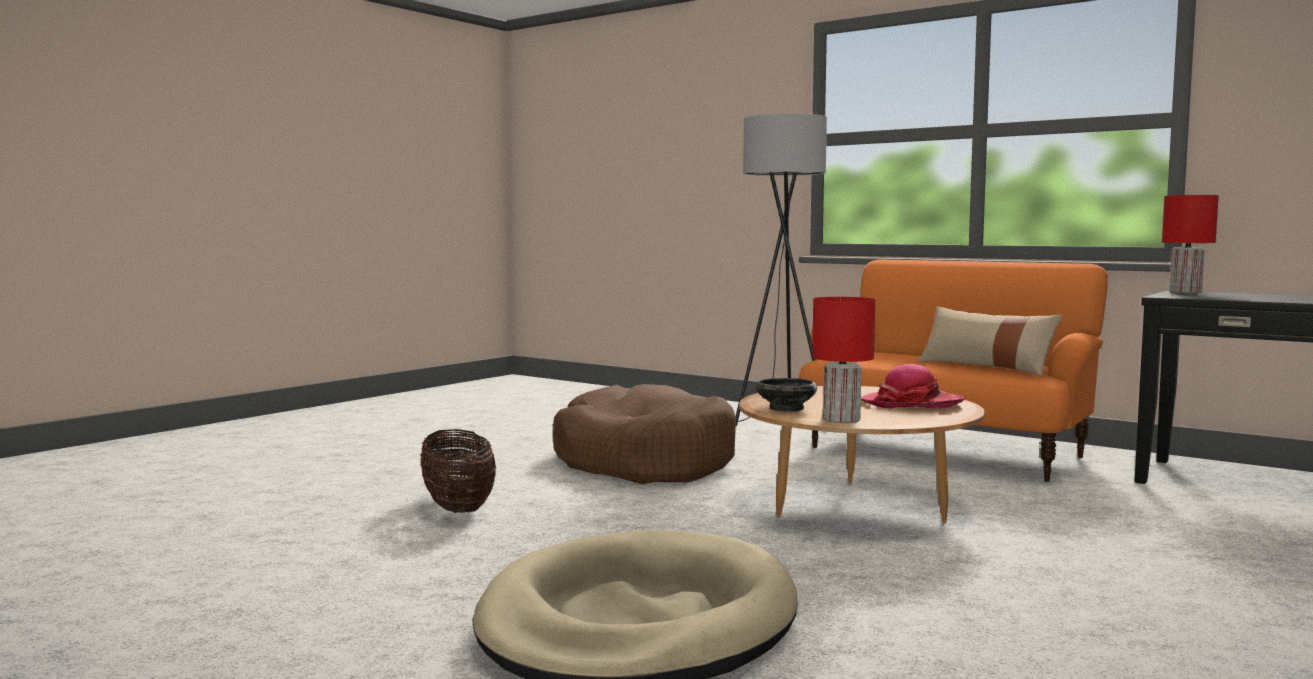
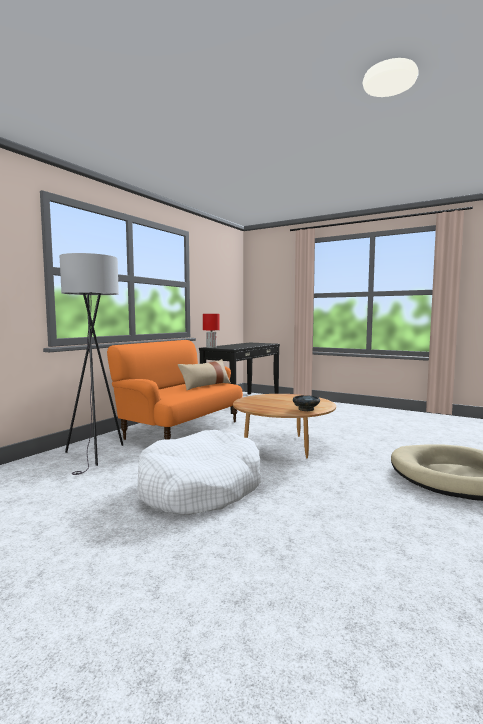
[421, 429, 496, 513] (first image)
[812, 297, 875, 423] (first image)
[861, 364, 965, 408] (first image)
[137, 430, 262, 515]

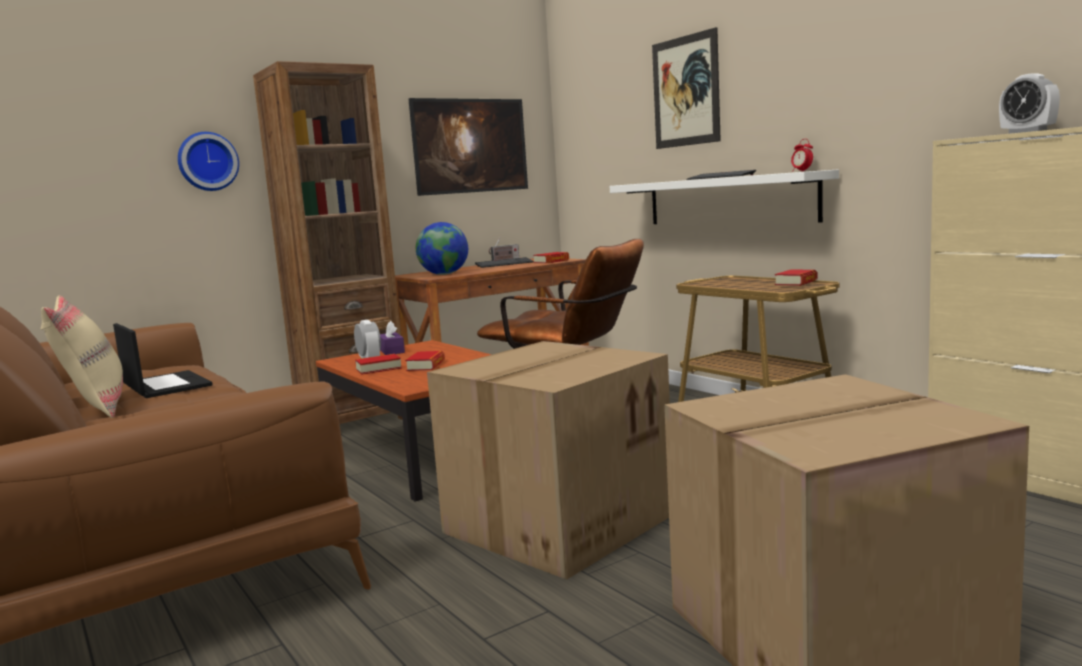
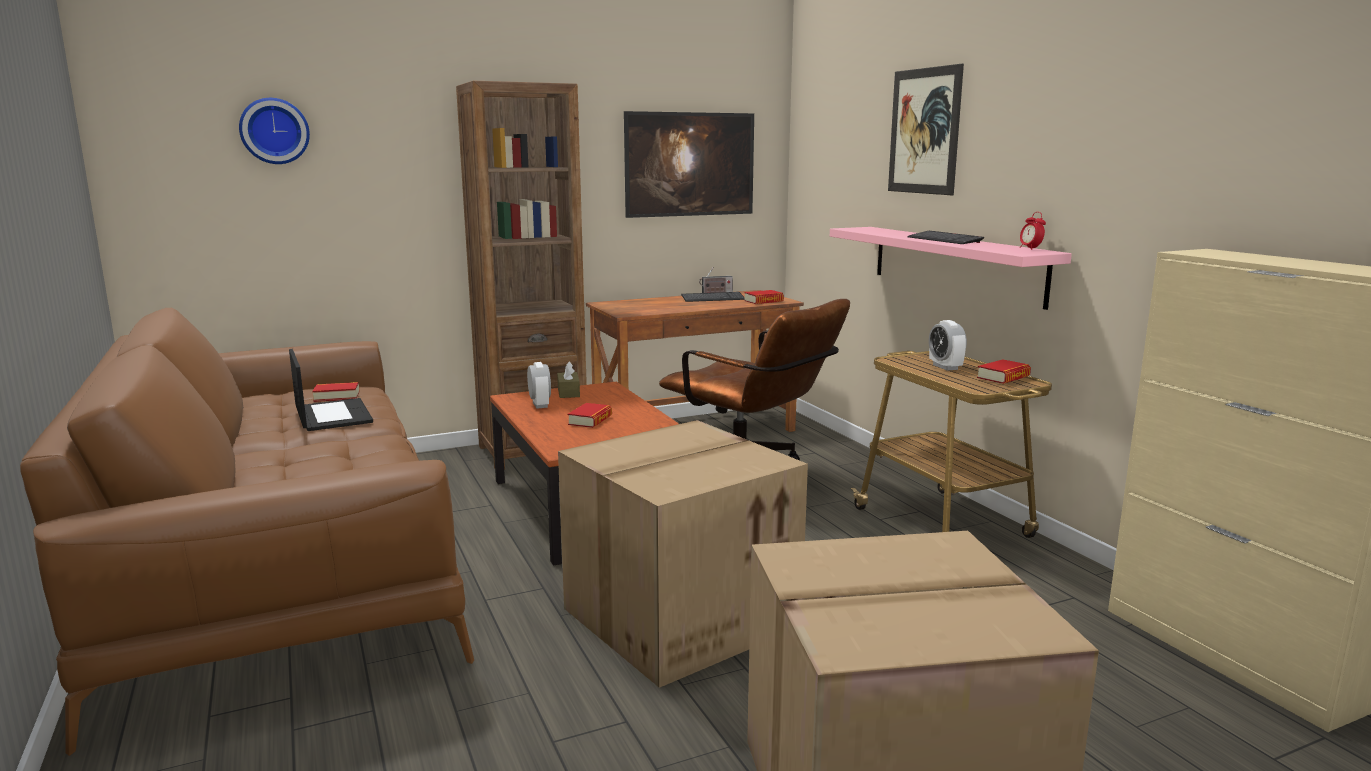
[40, 295, 123, 418] (first image)
[416, 222, 468, 275] (first image)
[239, 98, 310, 164]
[312, 382, 359, 402]
[929, 320, 967, 371]
[557, 361, 580, 398]
[830, 227, 1072, 310]

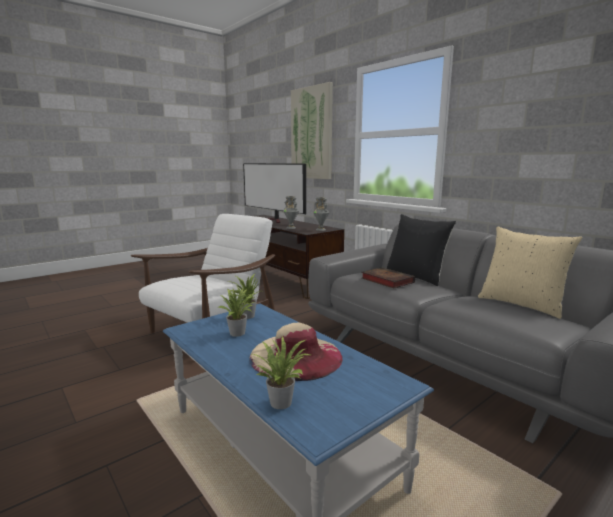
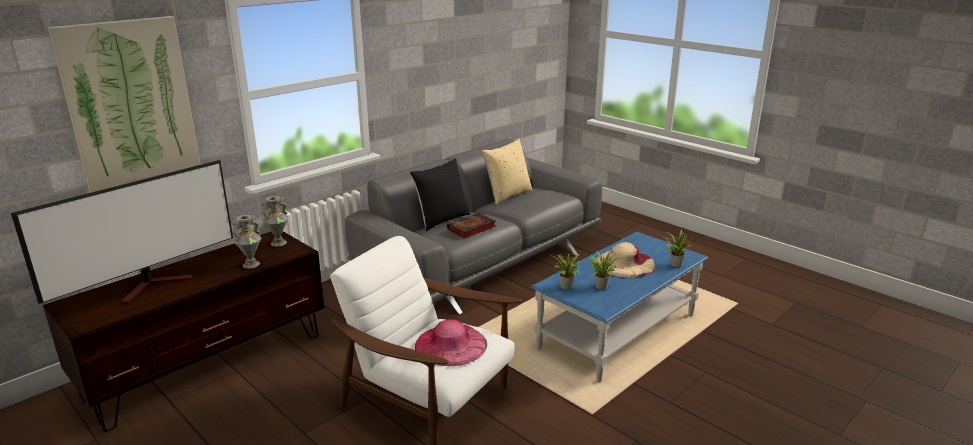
[415, 319, 487, 366]

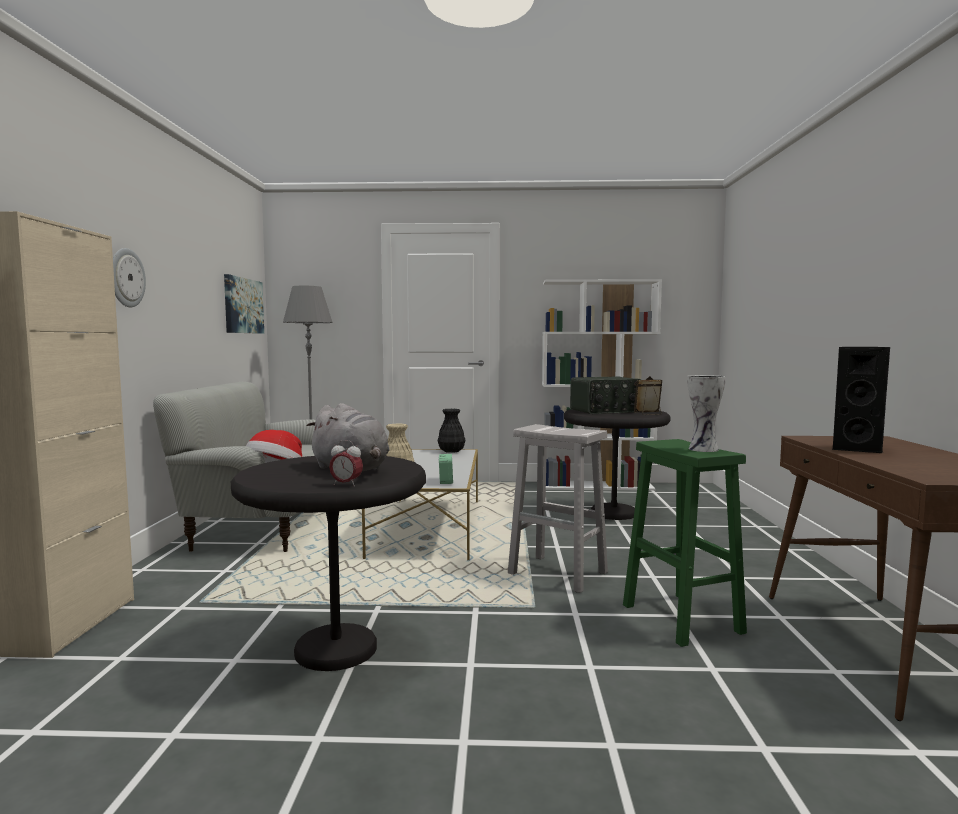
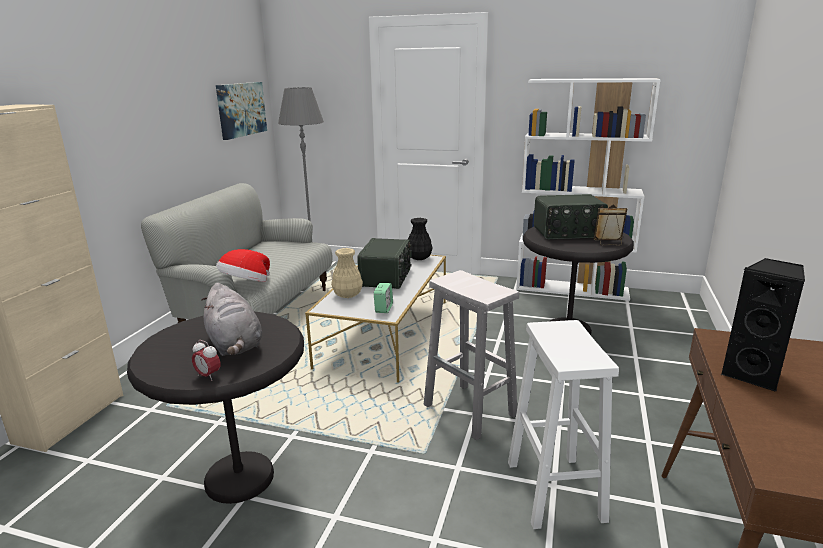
[113, 248, 146, 307] (first image)
[687, 375, 726, 452] (first image)
[357, 238, 412, 289]
[508, 320, 619, 529]

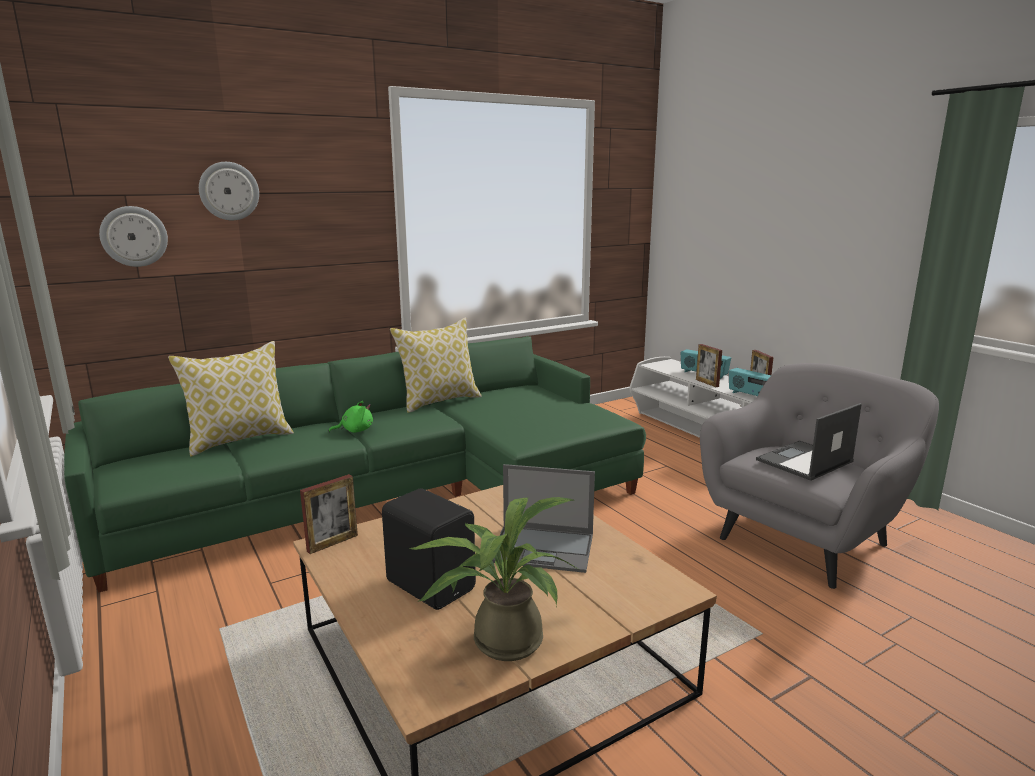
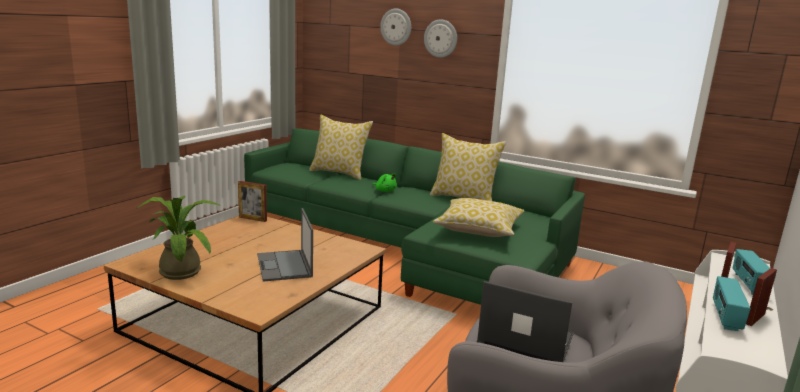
[382, 488, 476, 610] (first image)
[433, 198, 524, 237]
[424, 19, 457, 58]

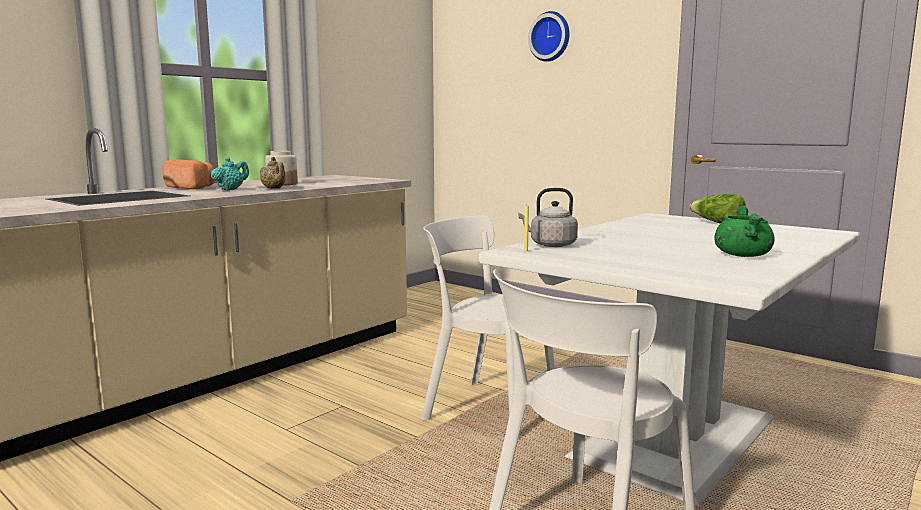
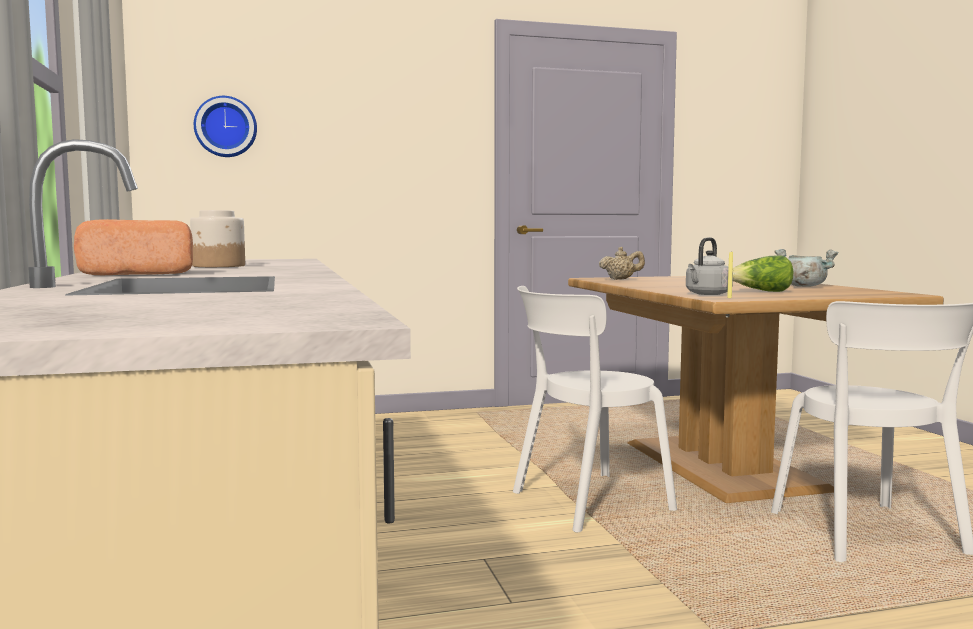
[211, 157, 249, 190] (first image)
[599, 247, 645, 280]
[194, 96, 257, 157]
[733, 256, 793, 292]
[568, 276, 944, 503]
[774, 249, 838, 287]

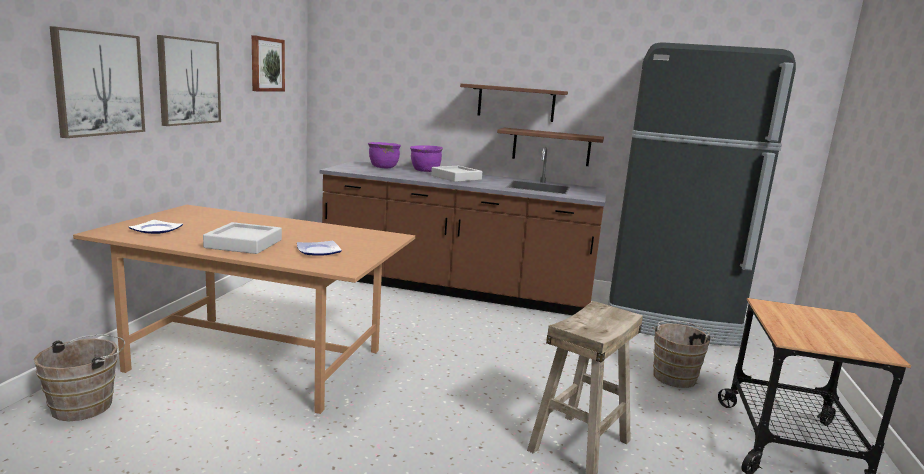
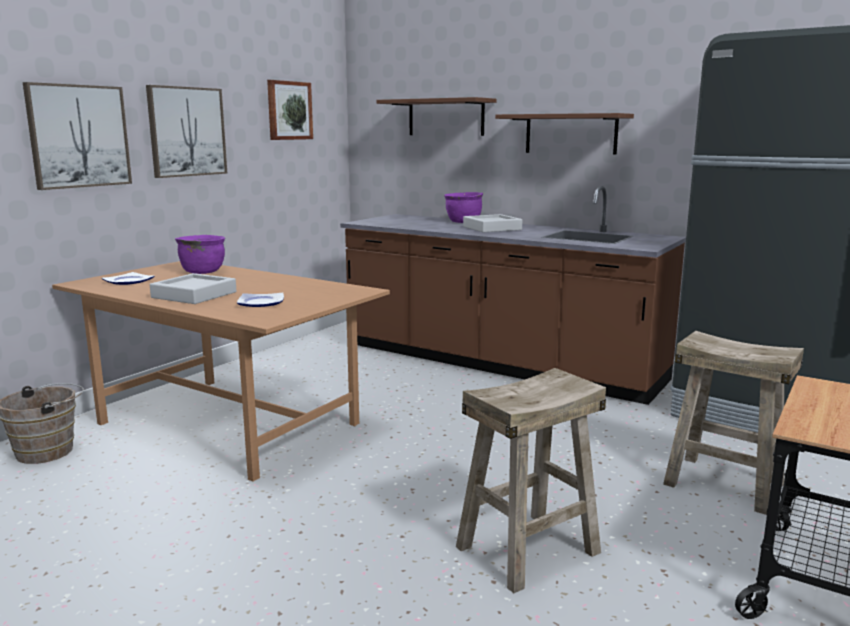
[175, 235, 225, 274]
[376, 97, 497, 136]
[663, 331, 804, 515]

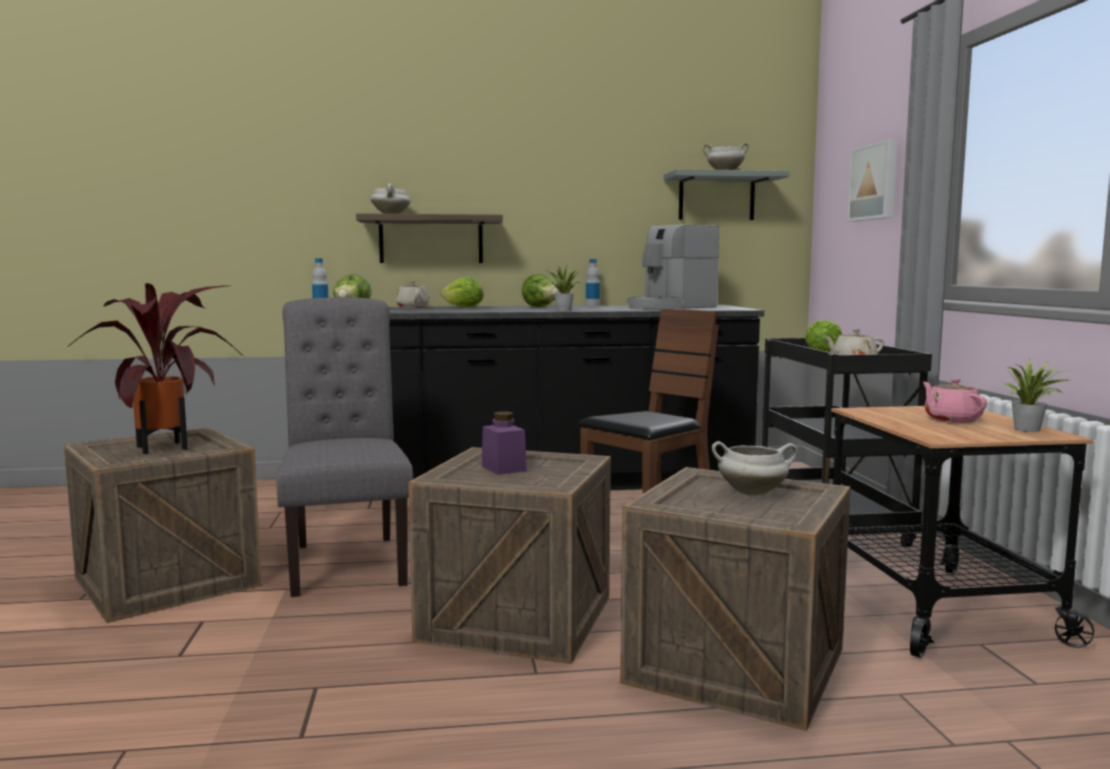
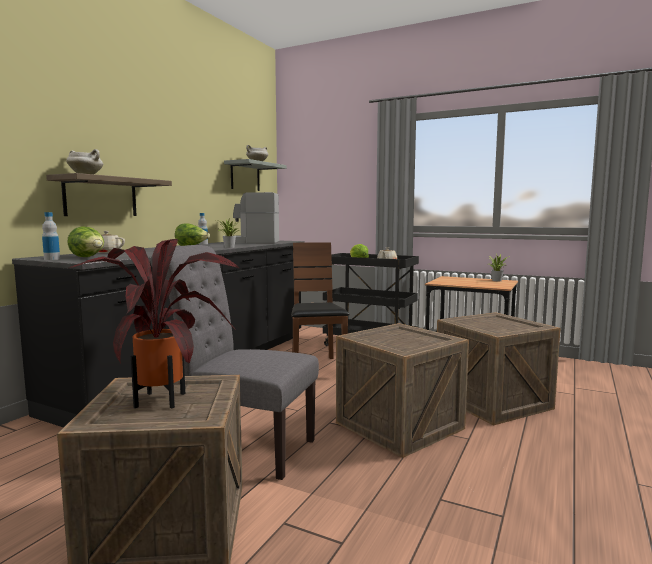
[441, 277, 484, 308] (first image)
[482, 411, 527, 475] (first image)
[712, 441, 797, 496] (first image)
[848, 139, 897, 221] (first image)
[923, 379, 987, 423] (first image)
[233, 192, 279, 243]

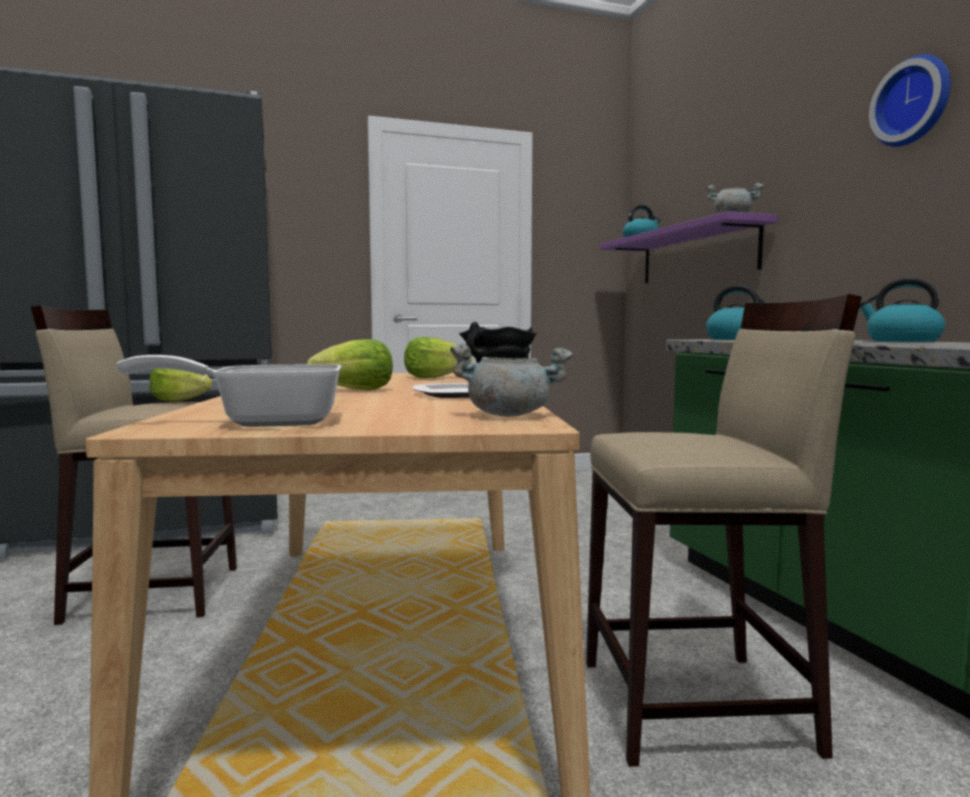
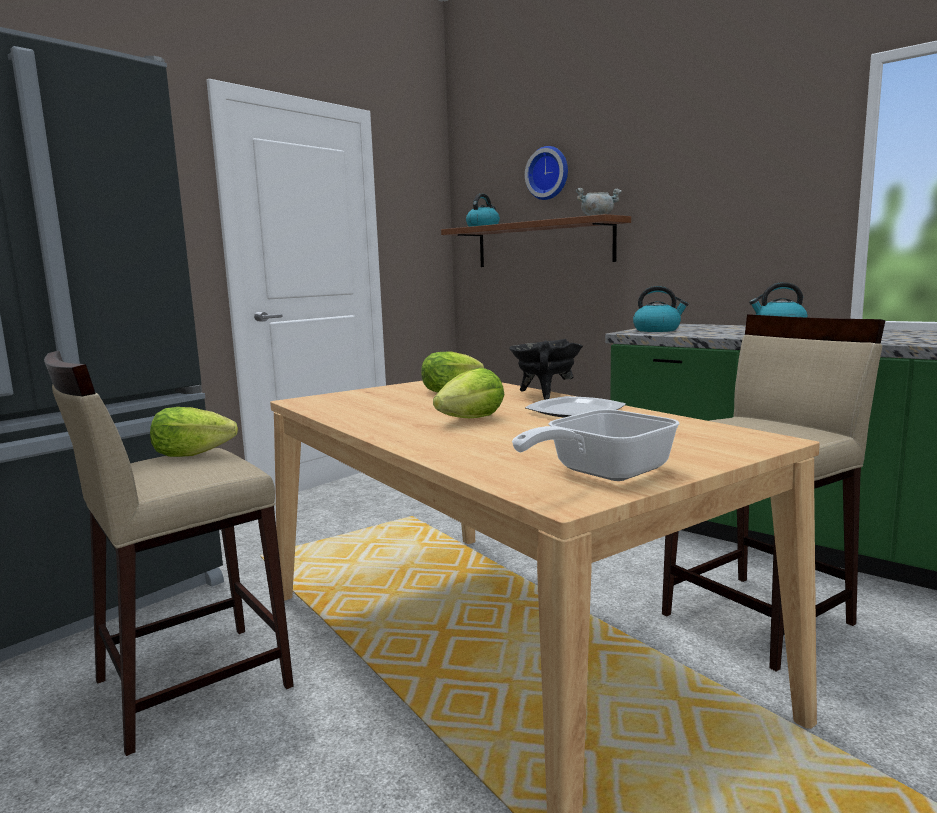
[450, 344, 573, 417] (first image)
[525, 146, 568, 200]
[441, 214, 631, 267]

